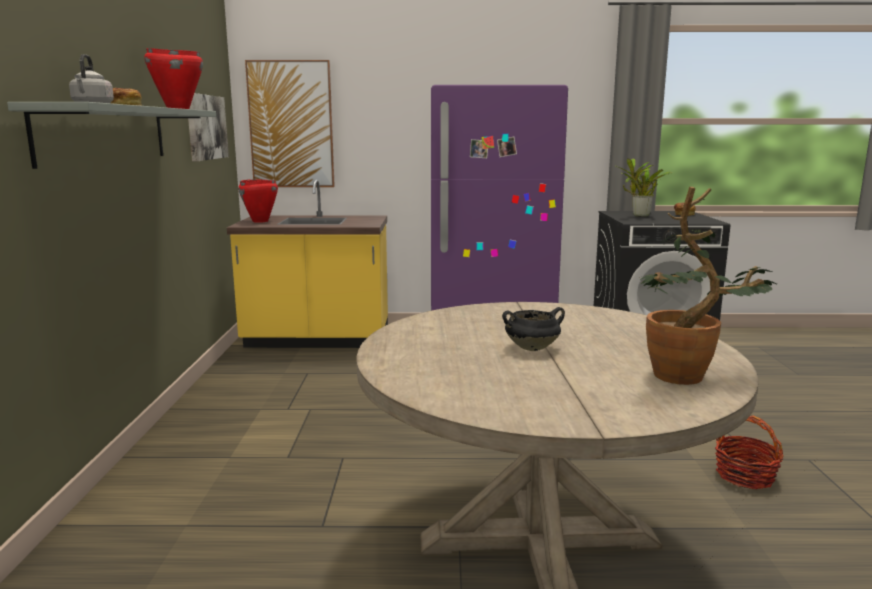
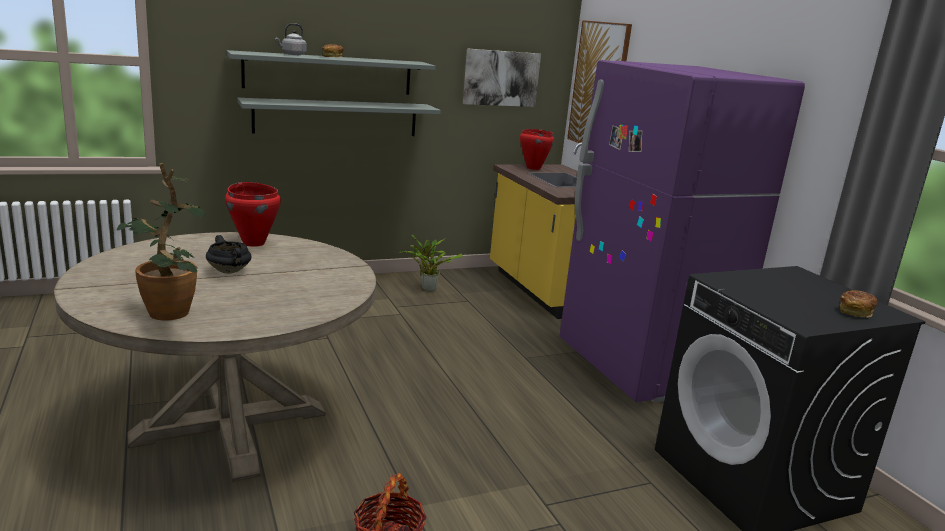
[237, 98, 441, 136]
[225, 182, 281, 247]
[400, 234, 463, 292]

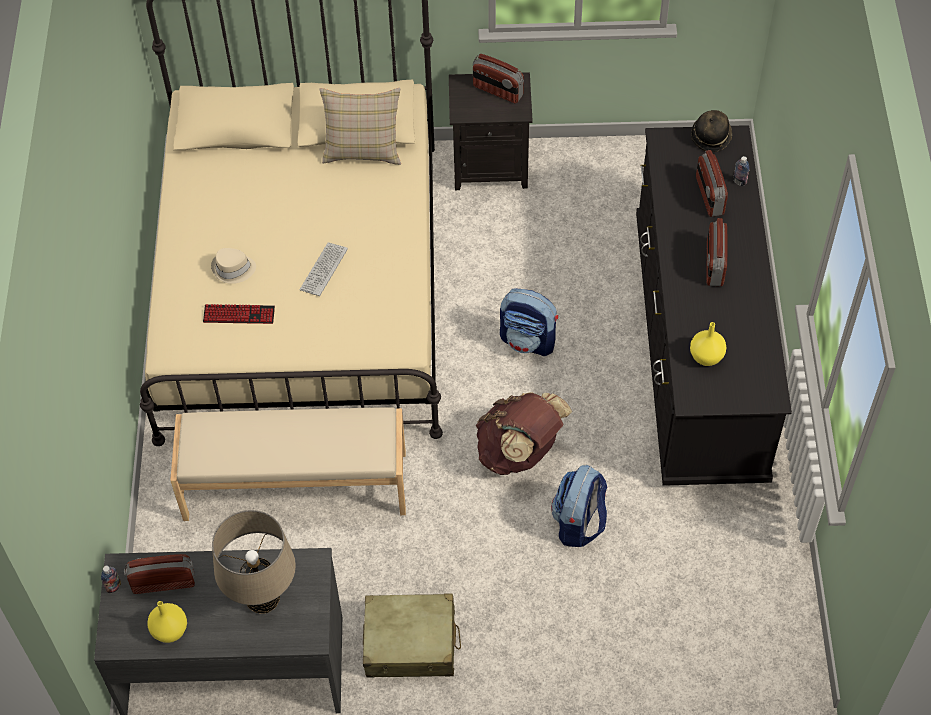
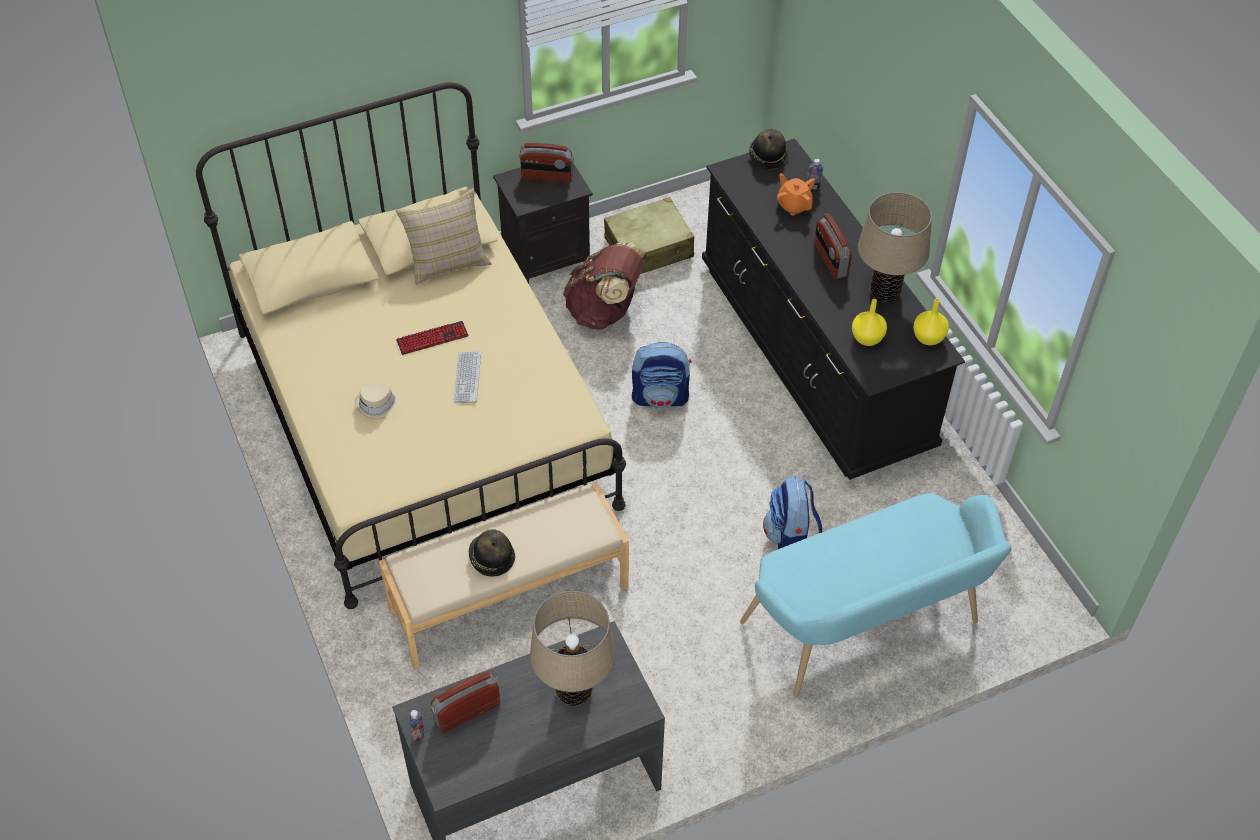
[469, 529, 515, 577]
[740, 492, 1012, 698]
[858, 192, 932, 303]
[913, 298, 949, 345]
[396, 321, 469, 355]
[604, 197, 694, 274]
[563, 242, 646, 330]
[777, 173, 815, 215]

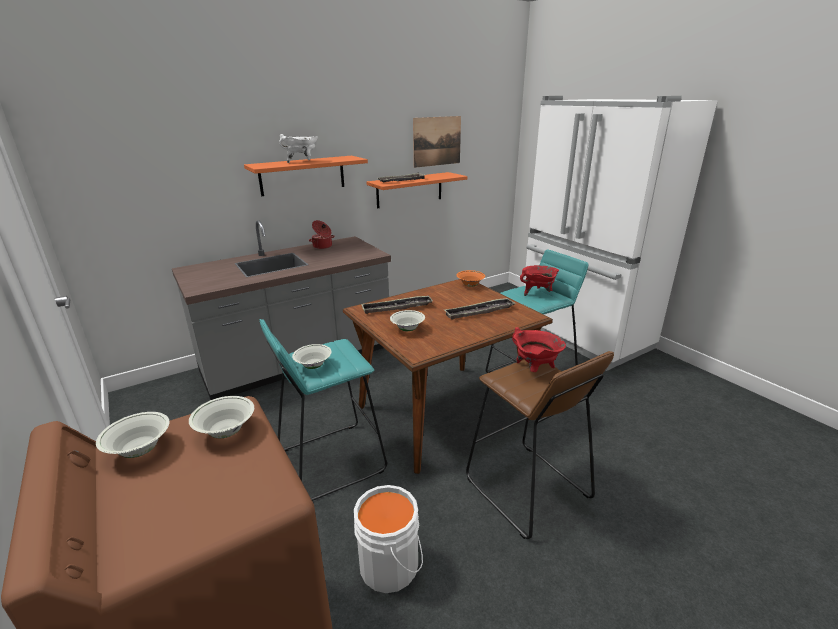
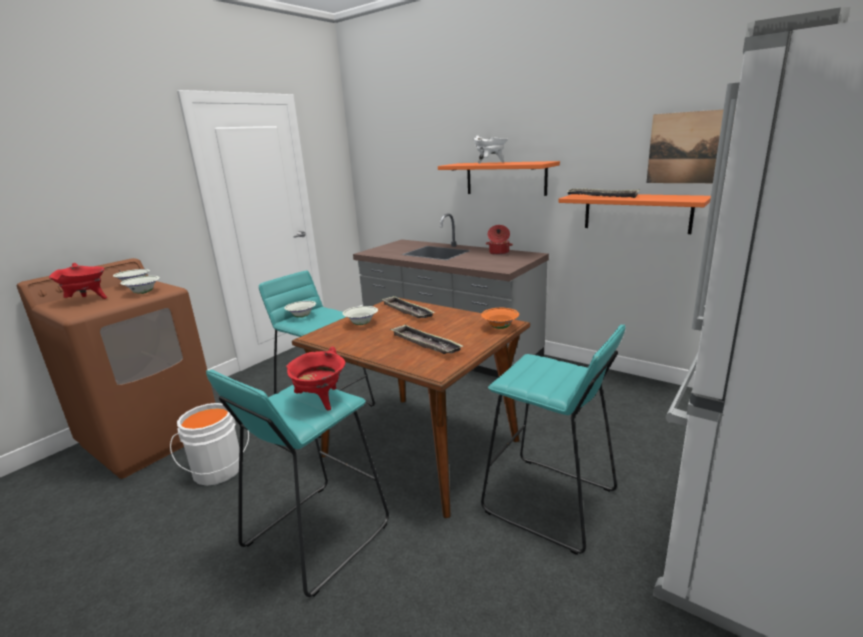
[49, 263, 107, 299]
[206, 370, 389, 597]

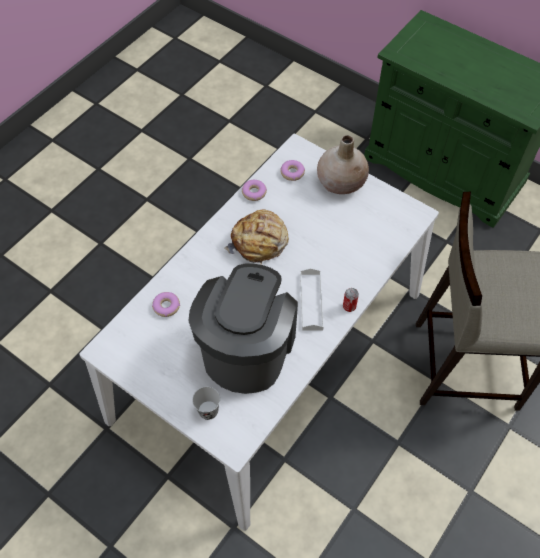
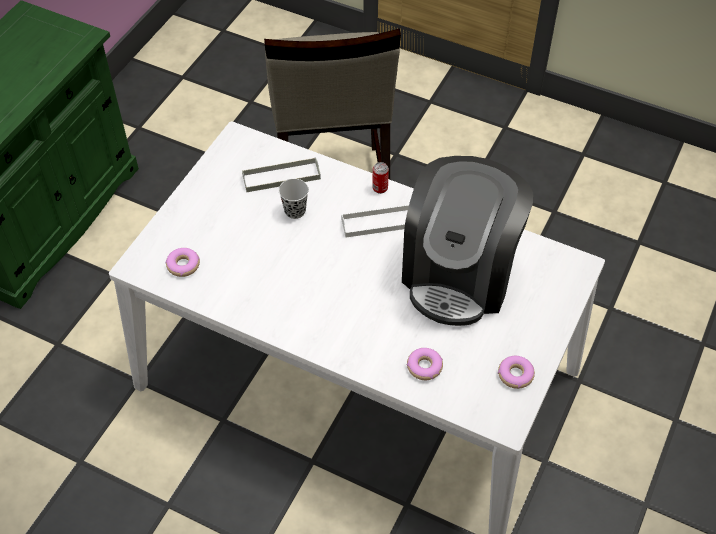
[224, 210, 289, 265] (first image)
[317, 135, 369, 194] (first image)
[242, 157, 321, 192]
[279, 179, 309, 219]
[498, 356, 535, 389]
[402, 156, 533, 326]

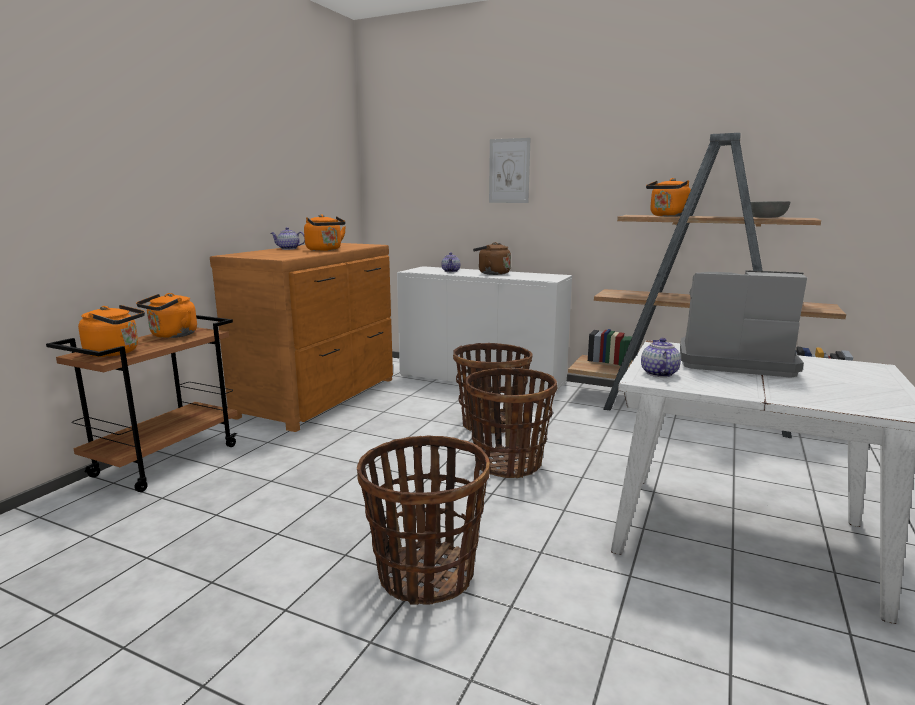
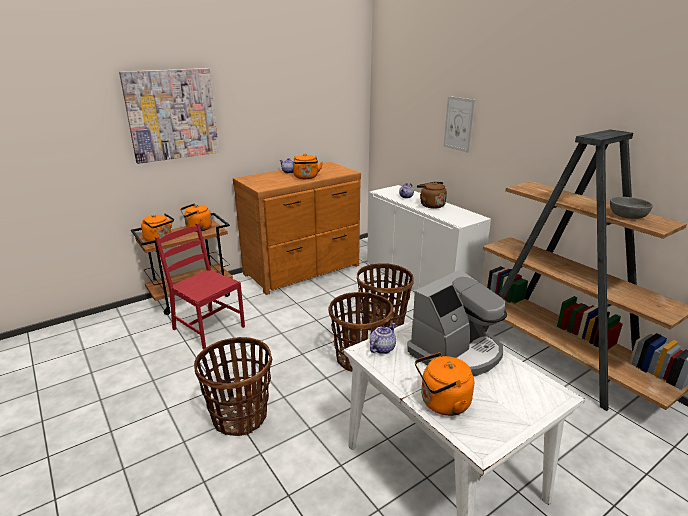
[119, 68, 219, 164]
[155, 223, 245, 350]
[415, 352, 474, 416]
[407, 270, 507, 376]

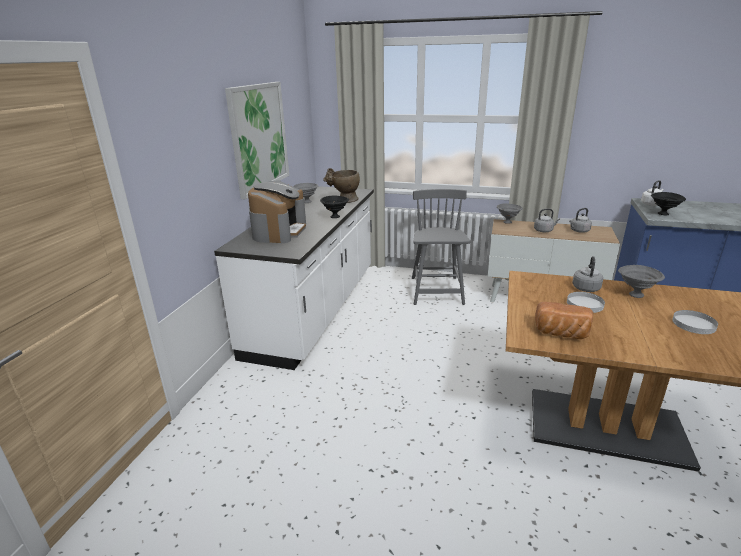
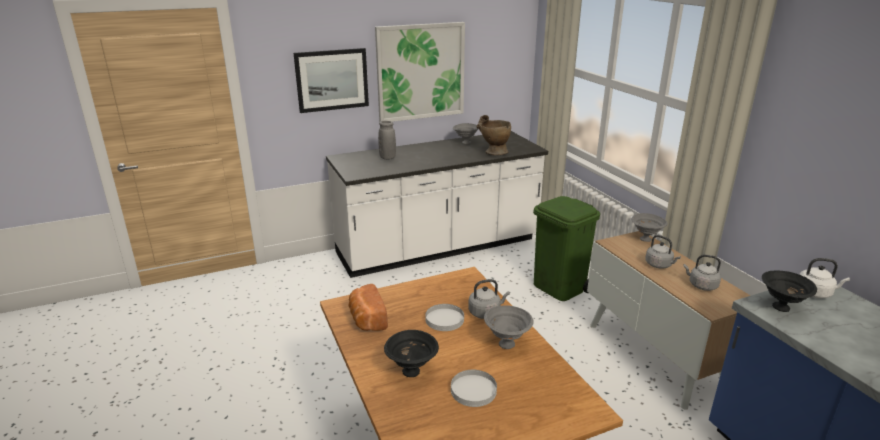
[293, 48, 369, 113]
[384, 330, 439, 377]
[378, 121, 396, 160]
[533, 196, 600, 301]

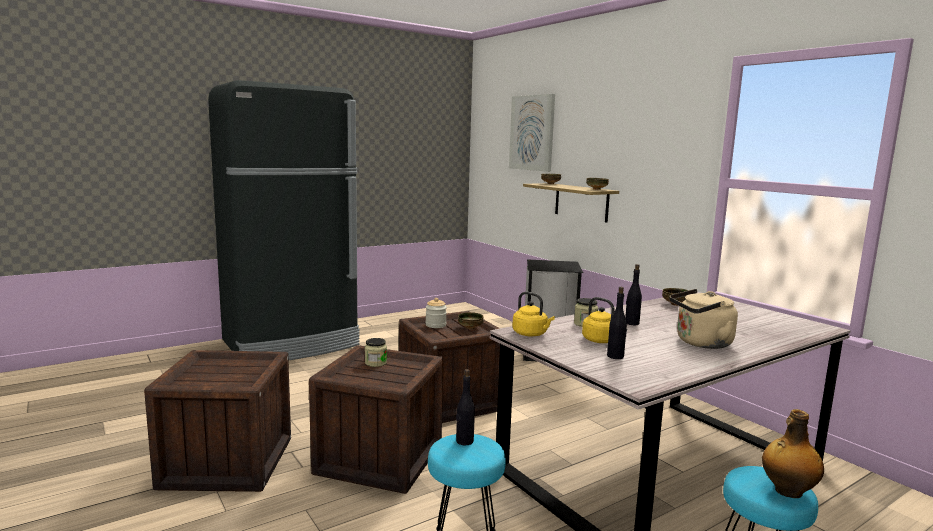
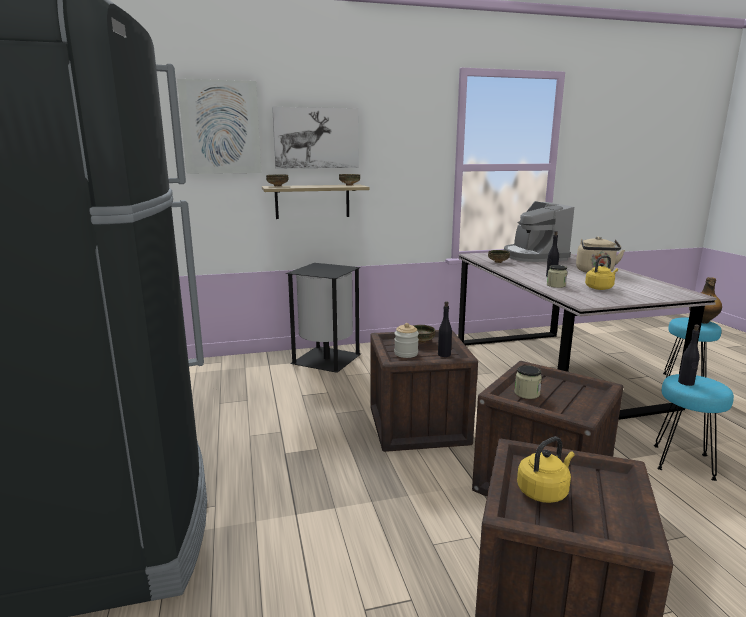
[272, 107, 359, 168]
[504, 201, 574, 262]
[517, 436, 575, 503]
[438, 301, 452, 357]

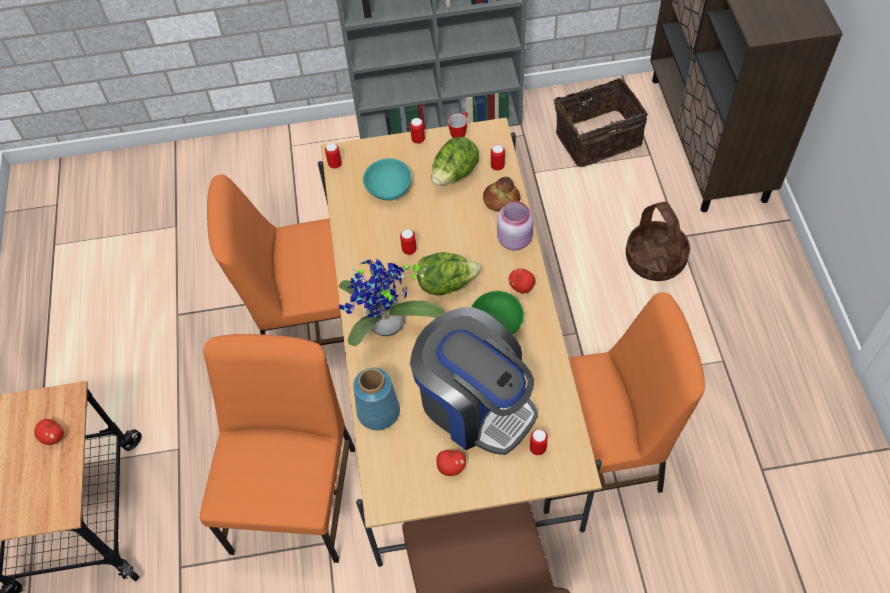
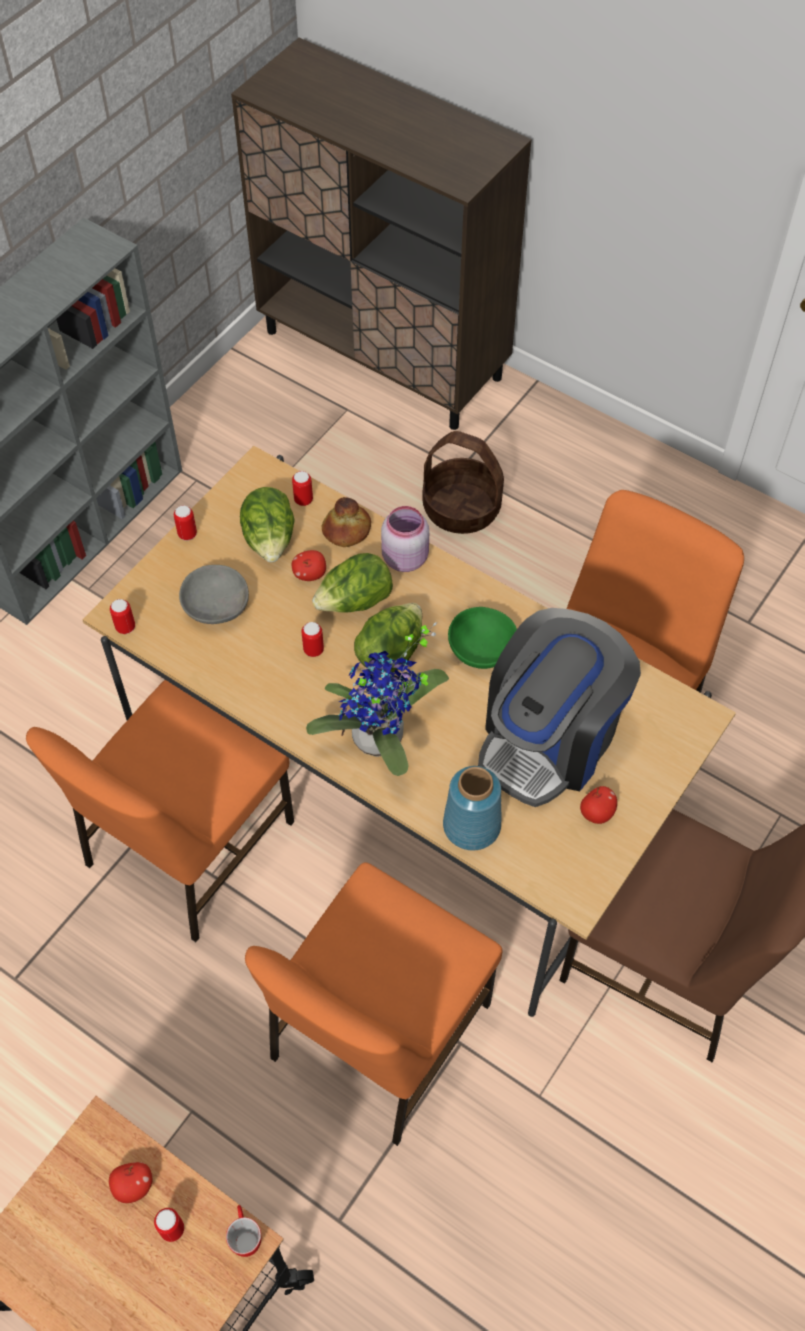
[553, 78, 648, 167] (first image)
[312, 553, 393, 613]
[226, 1205, 261, 1257]
[292, 550, 326, 581]
[154, 1208, 184, 1242]
[179, 565, 249, 624]
[245, 862, 502, 1146]
[478, 608, 641, 807]

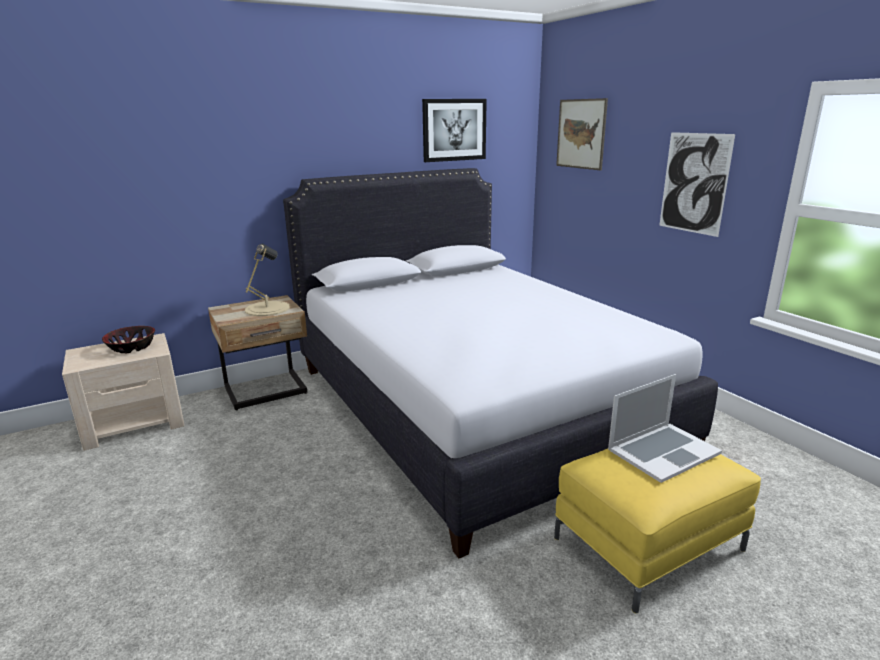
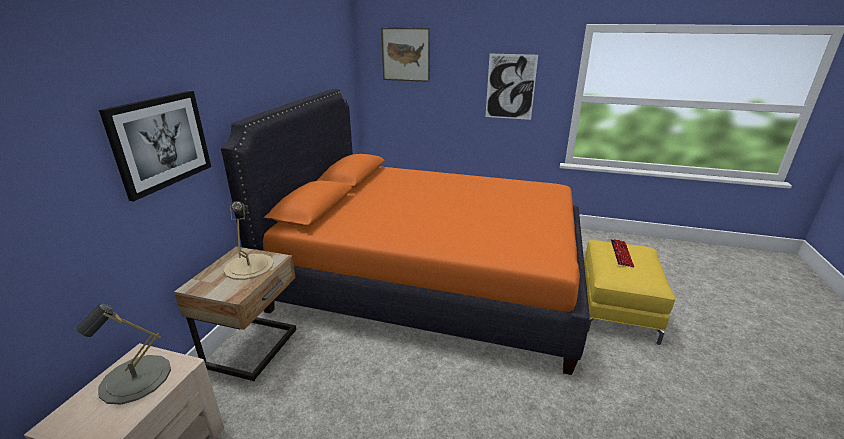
[99, 91, 211, 201]
[75, 304, 171, 404]
[611, 239, 634, 267]
[221, 89, 590, 375]

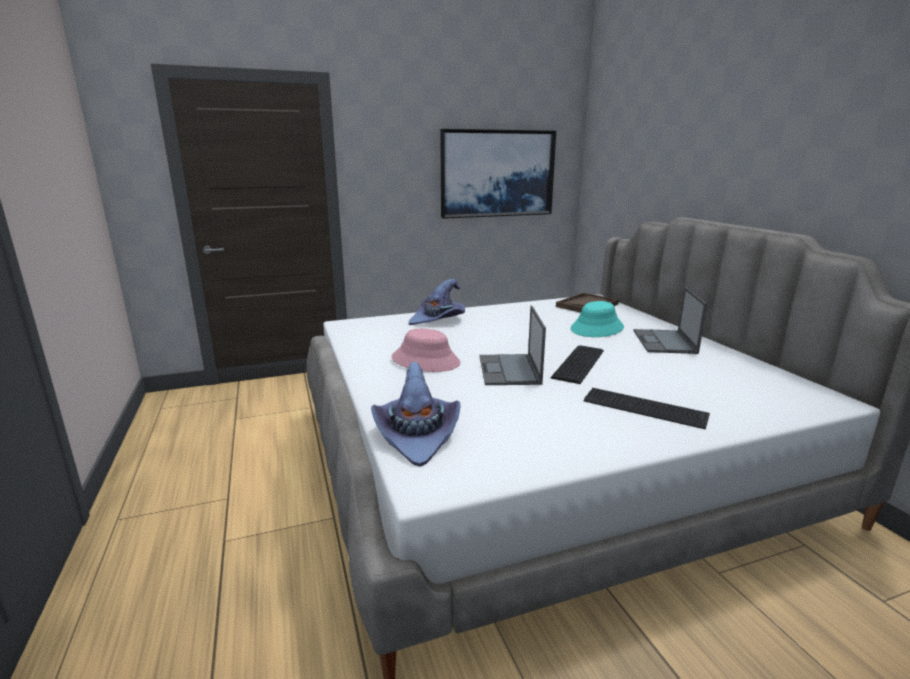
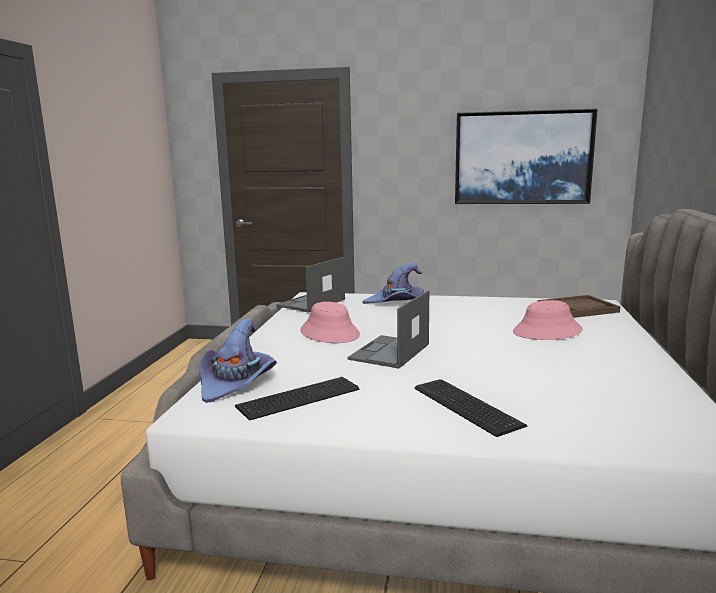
[235, 377, 359, 421]
[276, 257, 345, 313]
[513, 300, 583, 340]

